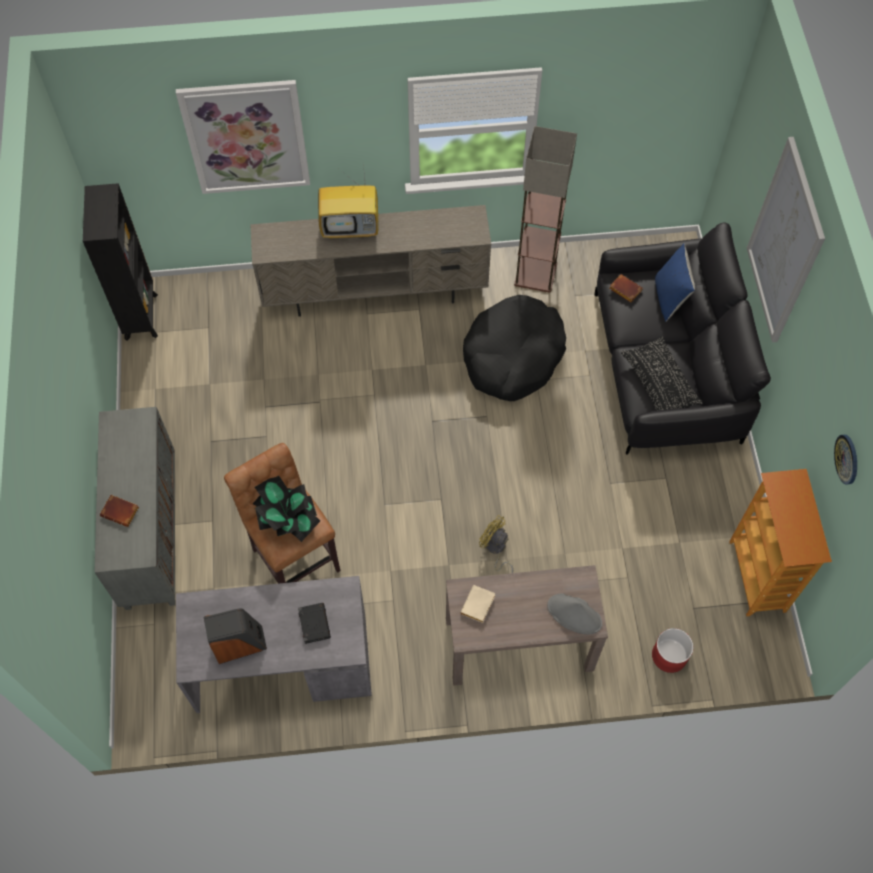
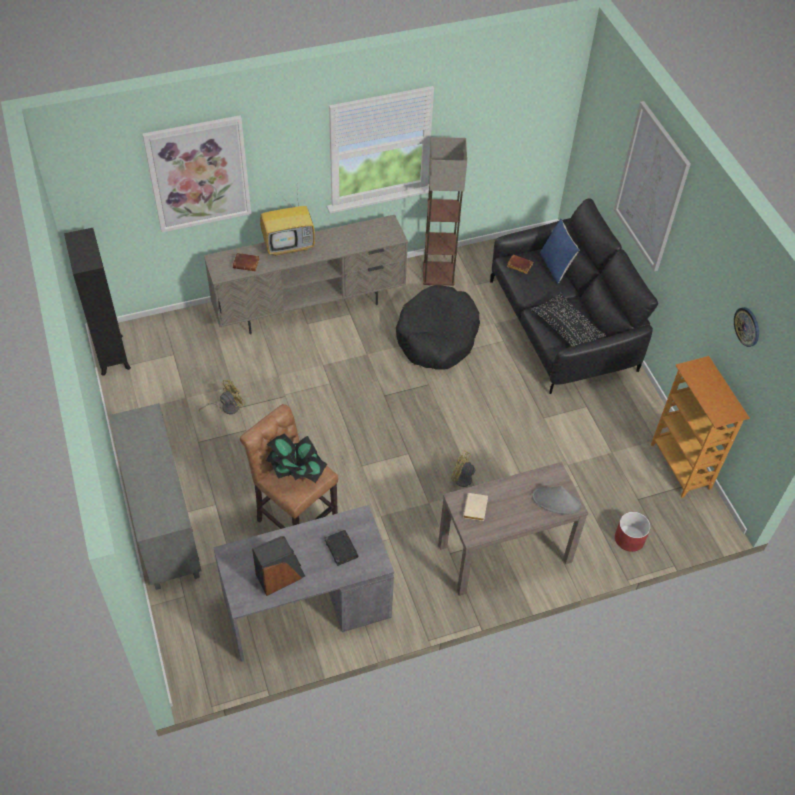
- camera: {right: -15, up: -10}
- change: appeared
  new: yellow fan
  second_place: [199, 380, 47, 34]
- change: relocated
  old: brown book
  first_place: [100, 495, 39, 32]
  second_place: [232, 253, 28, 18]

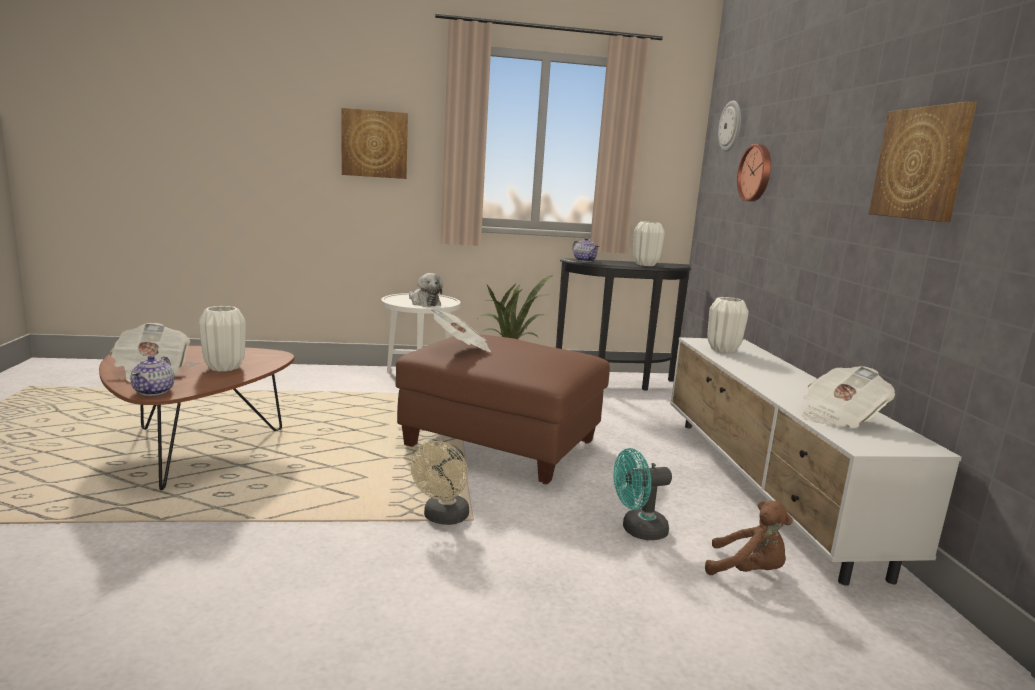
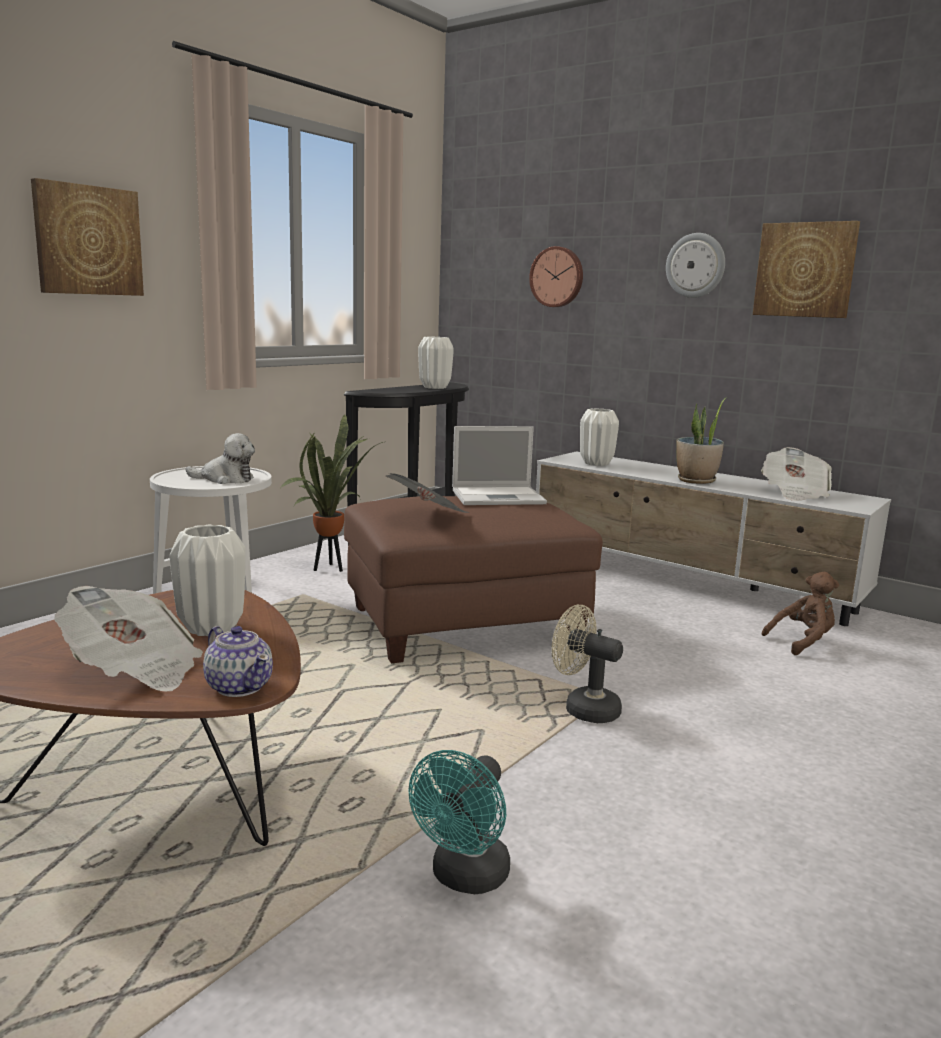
- camera: {right: -45, up: 0}
- change: missing
  old: teapot
  first_place: [572, 238, 28, 24]
- change: appeared
  new: laptop
  second_place: [452, 426, 95, 79]
- change: appeared
  new: potted plant
  second_place: [676, 397, 51, 87]
- change: relocated
  old: turquoise fan
  first_place: [613, 448, 59, 92]
  second_place: [409, 750, 101, 144]
- change: relocated
  old: wall clock
  first_place: [718, 101, 23, 51]
  second_place: [666, 233, 59, 65]
- change: spun
  old: beige fan
  first_place: [411, 441, 58, 84]
  second_place: [551, 605, 72, 118]
  degrees: 150

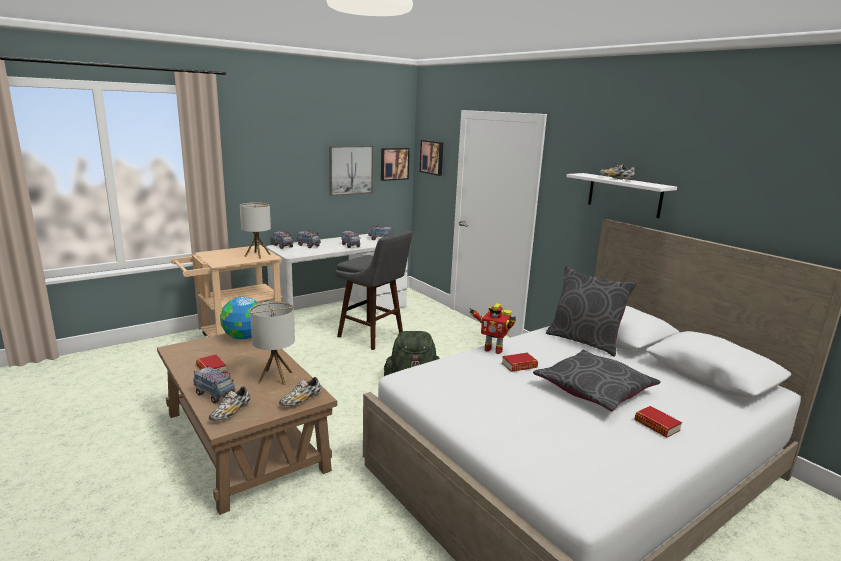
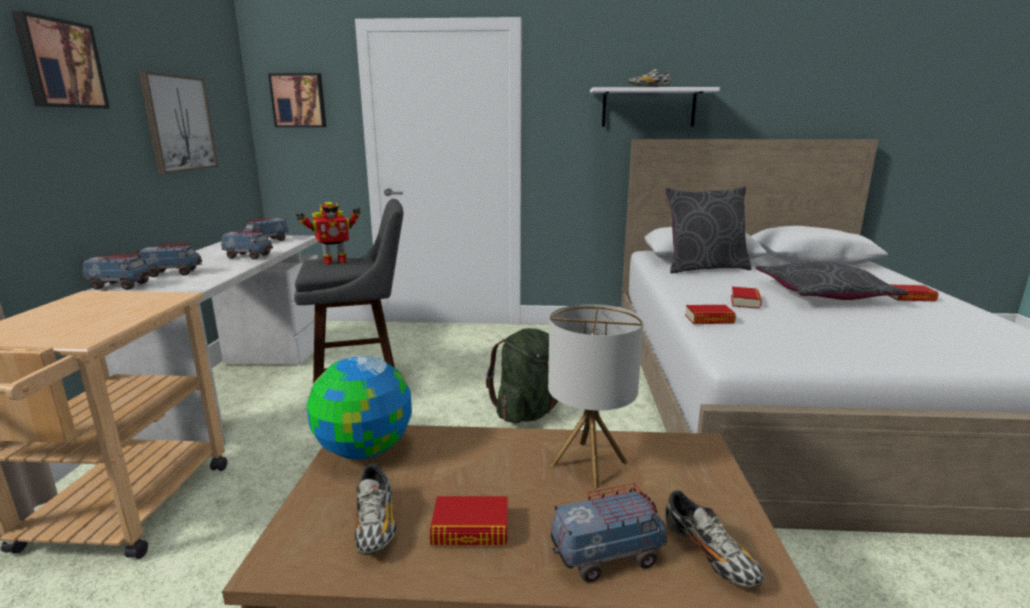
- camera: {right: -50, up: 0}
- change: missing
  old: table lamp
  first_place: [240, 203, 31, 56]
- change: appeared
  new: book
  second_place: [685, 305, 51, 19]
- change: relocated
  old: shoe
  first_place: [279, 377, 42, 29]
  second_place: [355, 464, 41, 91]
- change: relocated
  old: picture
  first_place: [381, 148, 29, 33]
  second_place: [11, 11, 99, 98]
- change: relocated
  old: toy robot
  first_place: [469, 303, 47, 51]
  second_place: [296, 202, 65, 63]

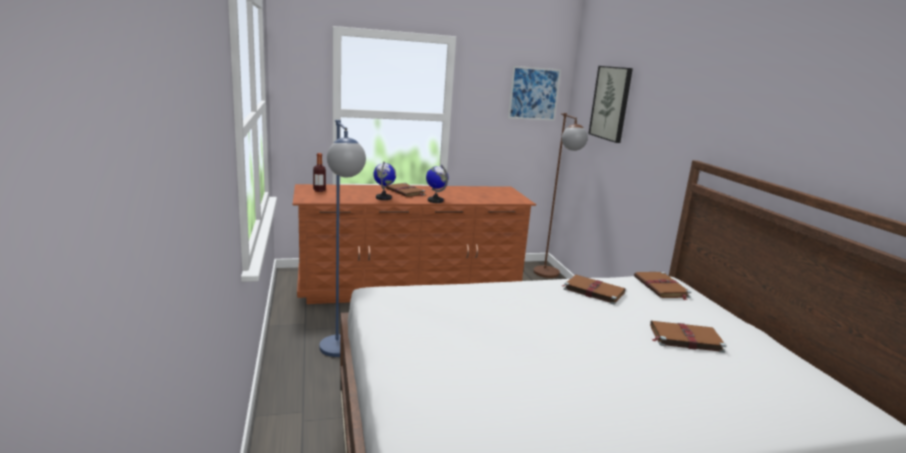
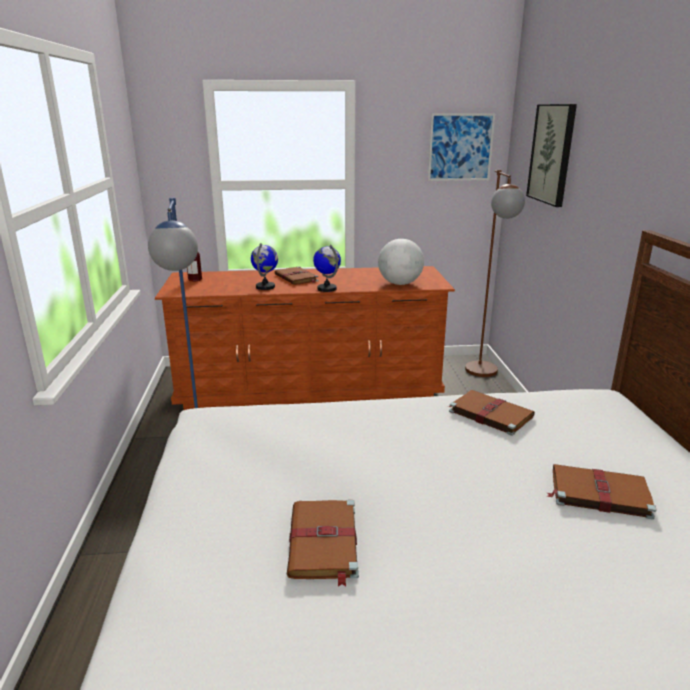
- camera: {right: 10, up: 5}
- change: appeared
  new: globe
  second_place: [378, 239, 46, 46]
- change: relocated
  old: brown book
  first_place: [634, 272, 57, 28]
  second_place: [287, 500, 72, 87]

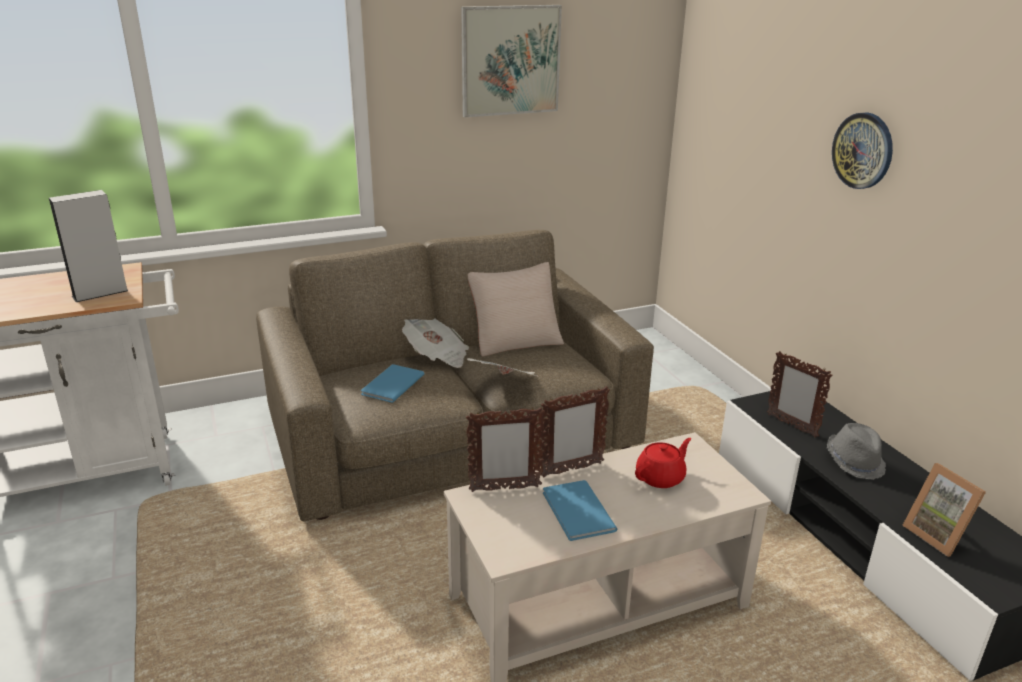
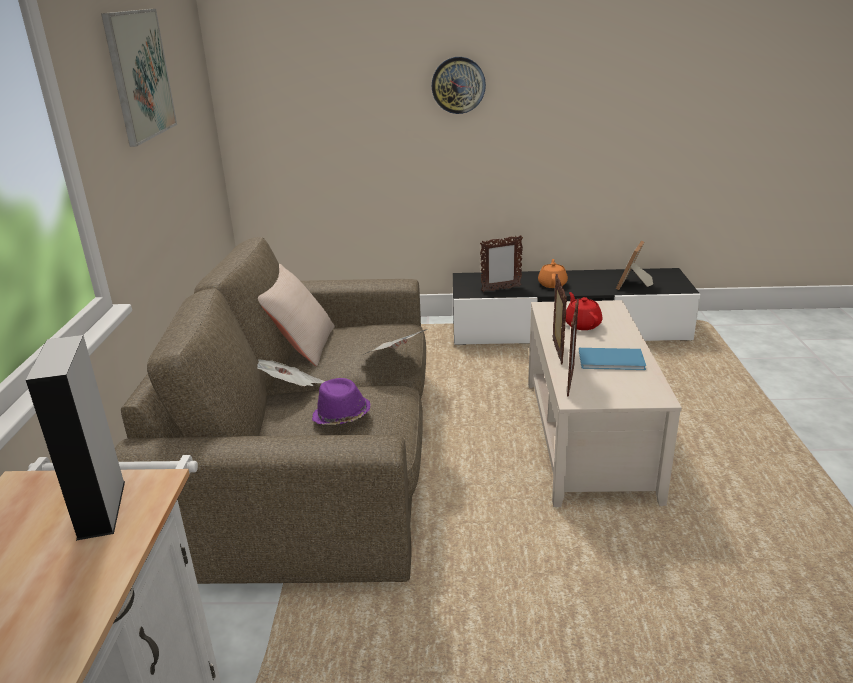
- camera: {right: -65, up: 0}
- change: exchanged
  old: blue book
  new: purple hat
  first_place: [361, 364, 64, 39]
  second_place: [312, 378, 59, 47]
- change: exchanged
  old: grey hat
  new: orange teapot
  first_place: [827, 423, 59, 57]
  second_place: [538, 259, 30, 29]
- change: spun
  old: picture frame
  first_place: [902, 463, 84, 94]
  second_place: [616, 241, 37, 49]
  degrees: 120

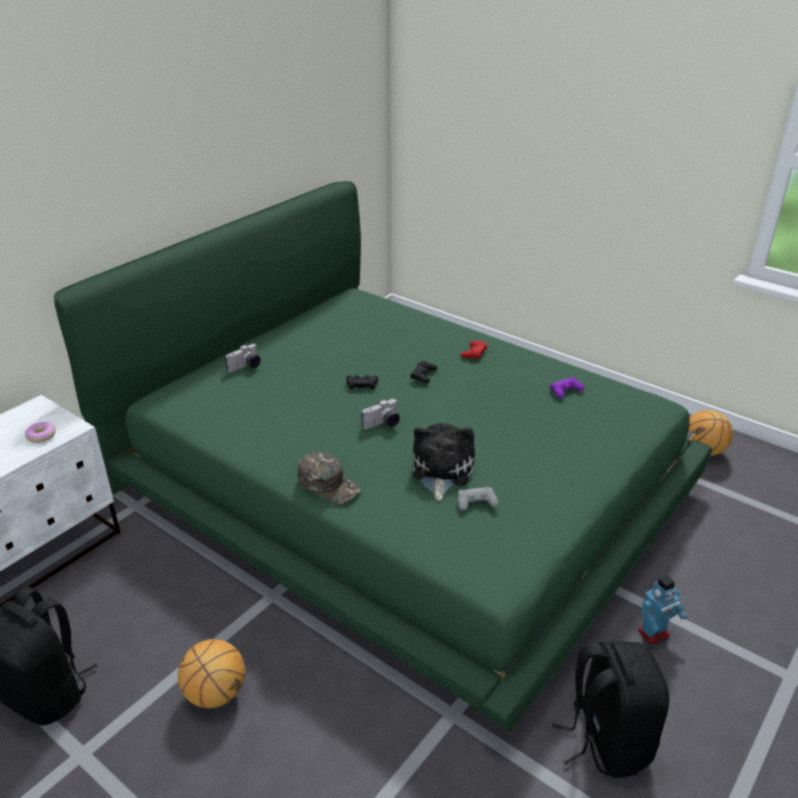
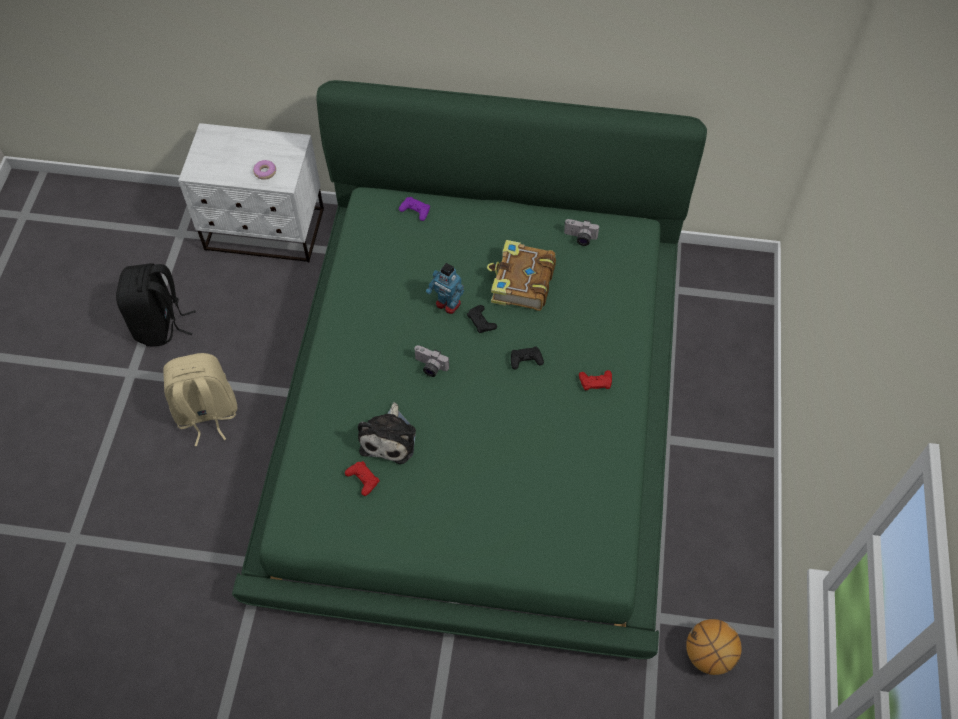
- camera: {right: 60, up: 25}
- change: missing
  old: green cap
  first_place: [298, 452, 62, 53]
- change: missing
  old: black backpack
  first_place: [552, 641, 117, 137]
- change: appeared
  new: book
  second_place: [487, 240, 69, 71]
- change: relocated
  old: photo camera
  first_place: [225, 344, 36, 28]
  second_place: [564, 219, 35, 27]
- change: relocated
  old: purple game controller
  first_place: [550, 377, 34, 21]
  second_place: [399, 197, 31, 24]
- change: relocated
  old: toy robot
  first_place: [638, 575, 49, 69]
  second_place: [426, 263, 38, 51]
- change: exchanged
  old: basketball
  new: beige backpack
  first_place: [178, 639, 67, 69]
  second_place: [163, 353, 74, 93]
- change: colour
  old: grey game controller
  new: red game controller
  first_place: [458, 487, 41, 24]
  second_place: [345, 461, 35, 35]
- change: spun
  old: plush toy
  first_place: [413, 423, 62, 78]
  second_place: [358, 402, 58, 62]
  degrees: 120

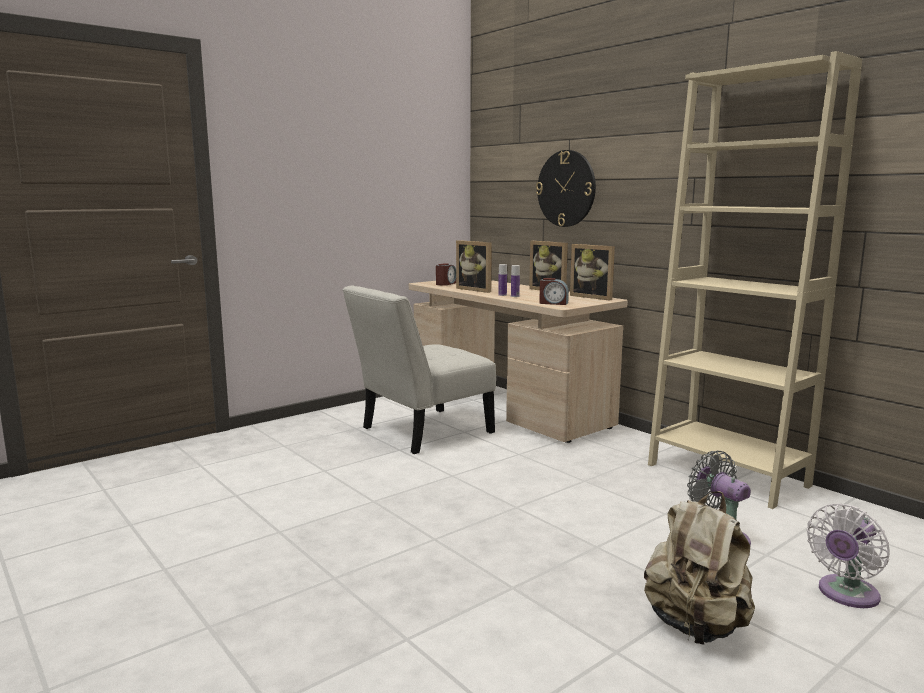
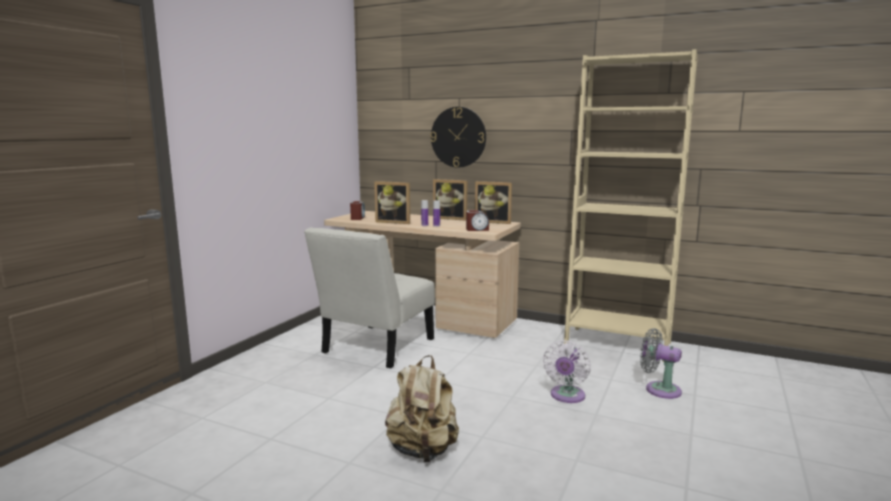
- camera: {right: -25, up: 0}
- change: relocated
  old: beige backpack
  first_place: [644, 491, 111, 154]
  second_place: [385, 355, 74, 107]
- change: relocated
  old: white fan
  first_place: [807, 504, 83, 104]
  second_place: [543, 341, 48, 62]

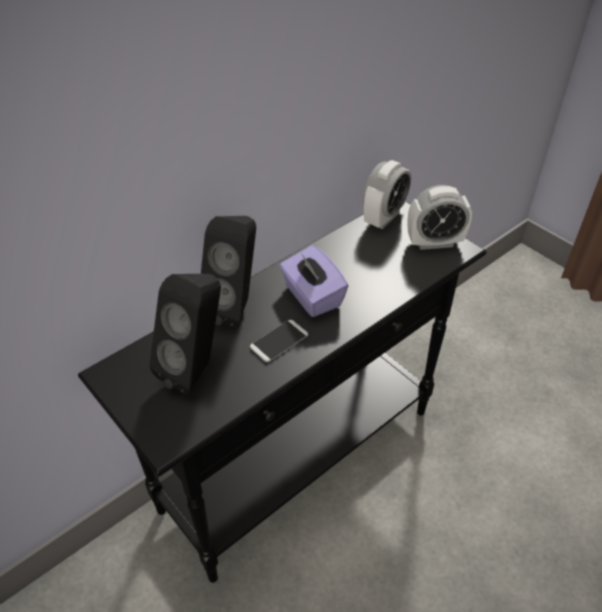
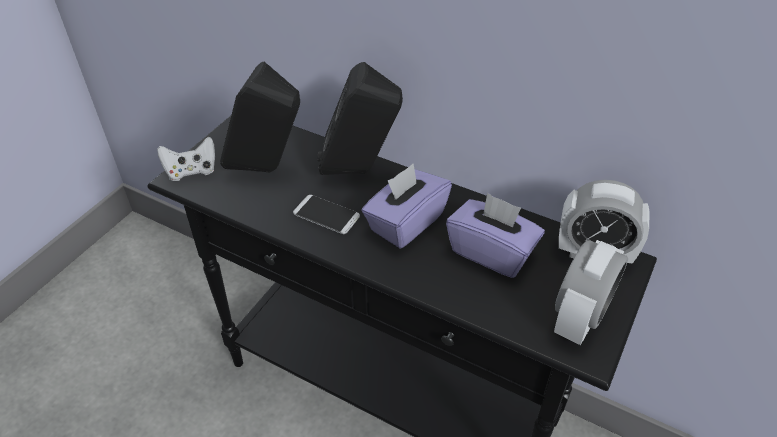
- camera: {right: 70, up: 0}
- change: appeared
  new: white game controller
  second_place: [157, 137, 58, 44]
- change: appeared
  new: purple tissue box
  second_place: [446, 192, 99, 86]
- change: spun
  old: alarm clock
  first_place: [407, 185, 65, 65]
  second_place: [554, 240, 74, 105]
  degrees: -120

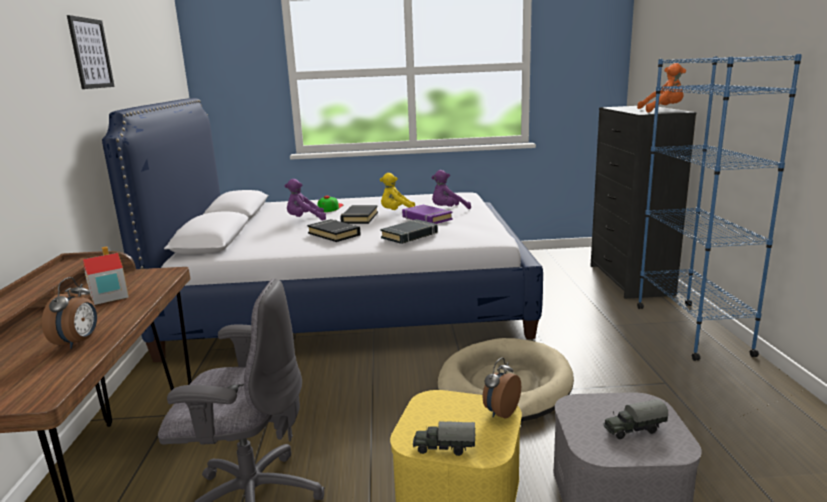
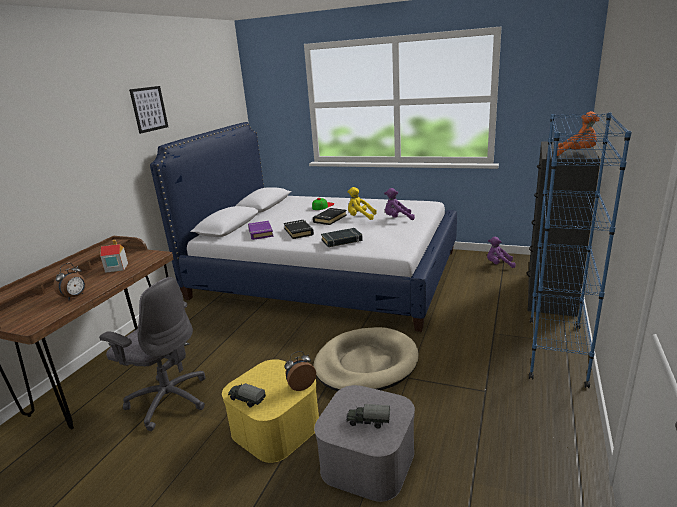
- camera: {right: 25, up: 5}
- change: relocated
  old: purple plush toy
  first_place: [284, 179, 42, 41]
  second_place: [487, 237, 29, 31]
- change: relocated
  old: purple book
  first_place: [402, 205, 51, 19]
  second_place: [248, 221, 26, 19]

